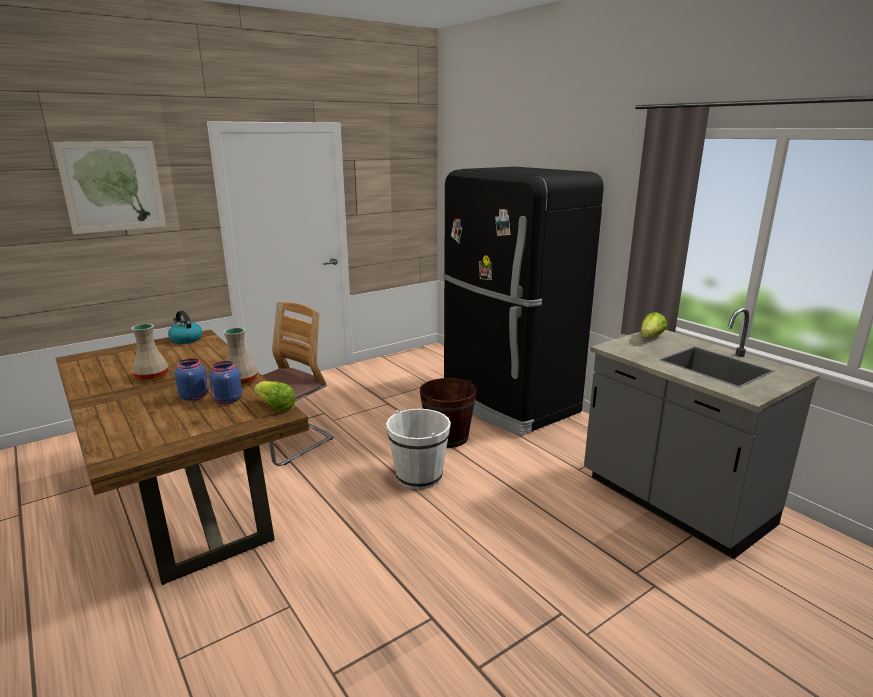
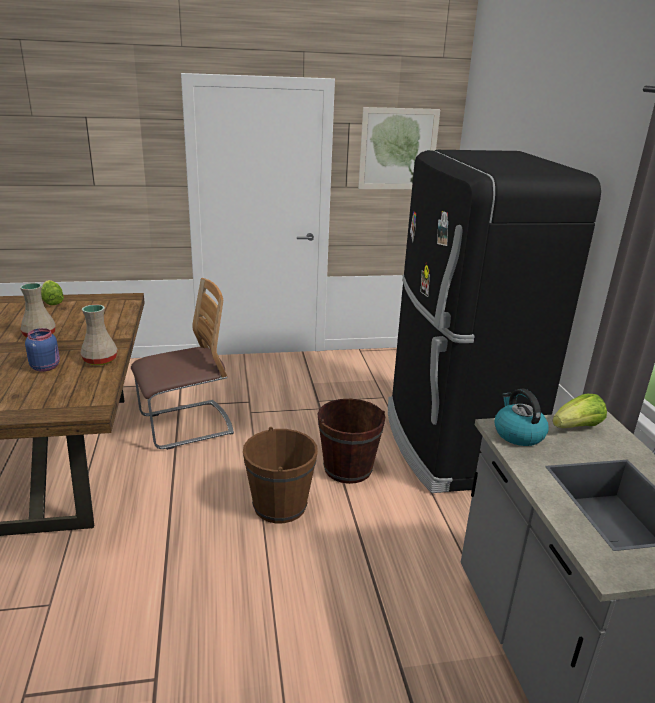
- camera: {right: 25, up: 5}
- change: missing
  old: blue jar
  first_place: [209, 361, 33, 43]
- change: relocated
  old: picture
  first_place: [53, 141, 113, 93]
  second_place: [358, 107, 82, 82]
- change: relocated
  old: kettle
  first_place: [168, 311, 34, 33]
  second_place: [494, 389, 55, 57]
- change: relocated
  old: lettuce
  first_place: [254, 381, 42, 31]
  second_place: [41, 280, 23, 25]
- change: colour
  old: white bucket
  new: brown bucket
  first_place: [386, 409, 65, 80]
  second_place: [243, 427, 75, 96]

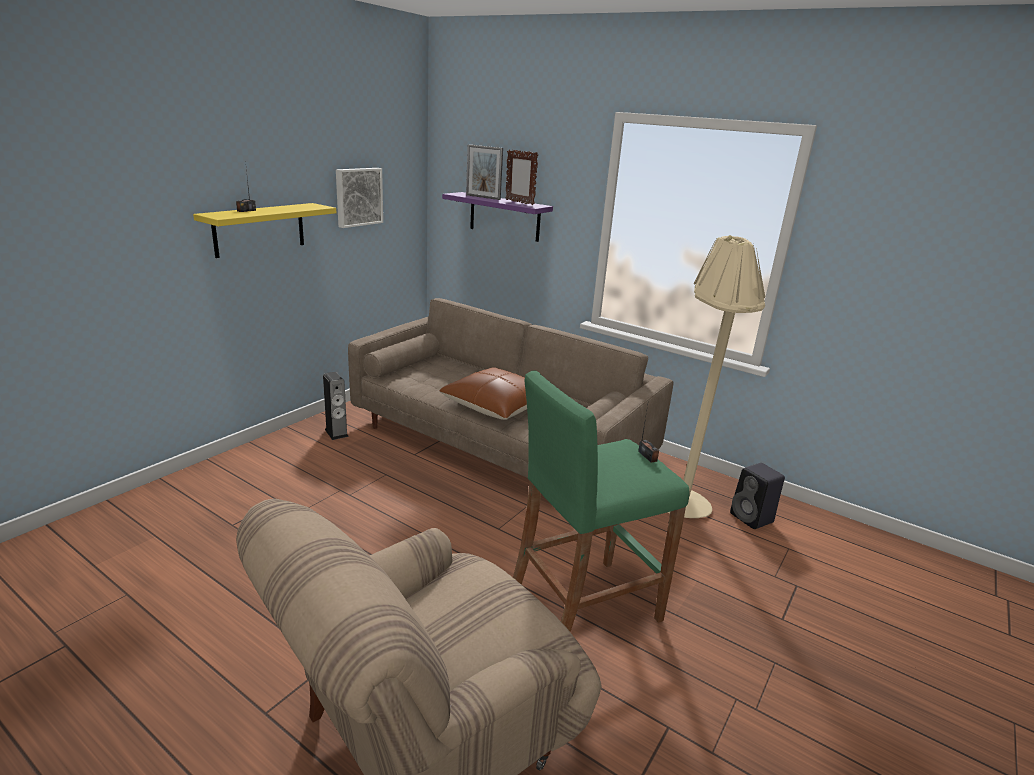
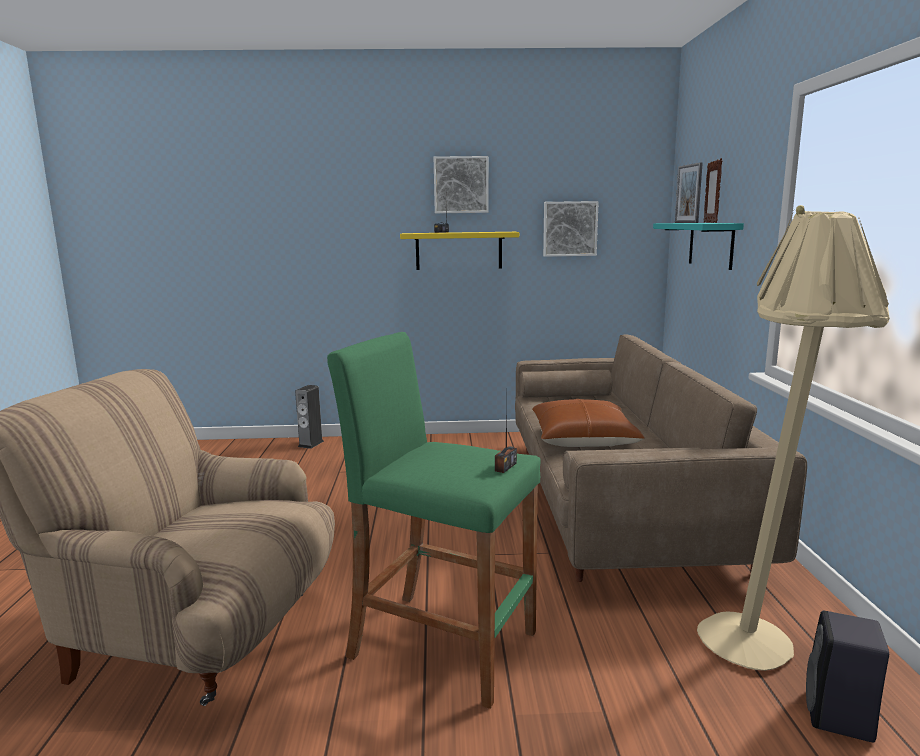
- camera: {right: 55, up: -10}
- change: appeared
  new: picture
  second_place: [434, 156, 55, 57]
- change: relocated
  old: speaker
  first_place: [323, 372, 26, 68]
  second_place: [295, 385, 29, 64]
- change: colour
  old: purple shelf
  new: turquoise shelf
  first_place: [442, 192, 111, 50]
  second_place: [653, 223, 91, 47]

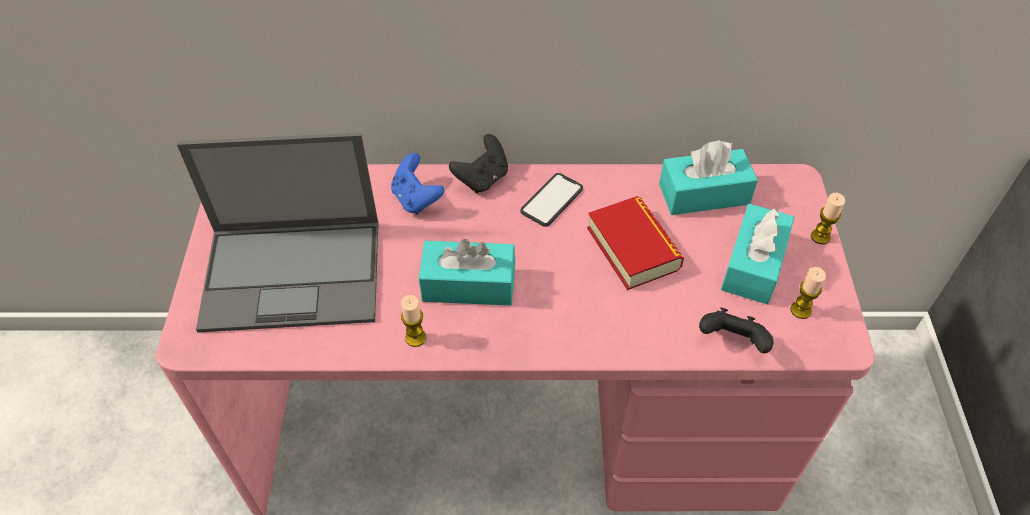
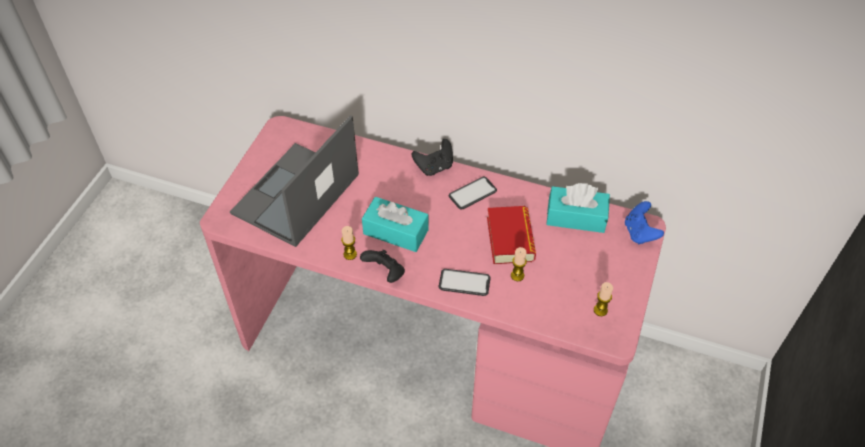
- camera: {right: 20, up: 0}
- change: missing
  old: turquoise tissue box
  first_place: [721, 204, 74, 100]
- change: appeared
  new: phone
  second_place: [438, 269, 53, 27]
- change: relocated
  old: blue game controller
  first_place: [391, 153, 53, 61]
  second_place: [625, 201, 39, 43]
- change: relocated
  old: black game controller
  first_place: [699, 307, 74, 46]
  second_place: [360, 250, 45, 33]
- change: relocated
  old: candle
  first_place: [811, 193, 34, 51]
  second_place: [511, 247, 16, 34]
- change: spun
  old: laptop
  first_place: [177, 132, 202, 201]
  second_place: [230, 115, 129, 132]
  degrees: 105

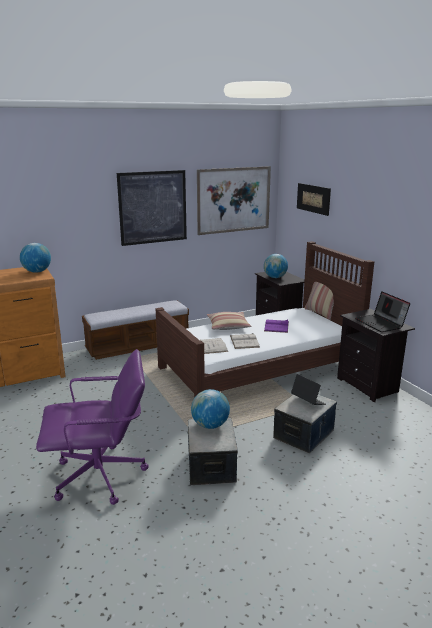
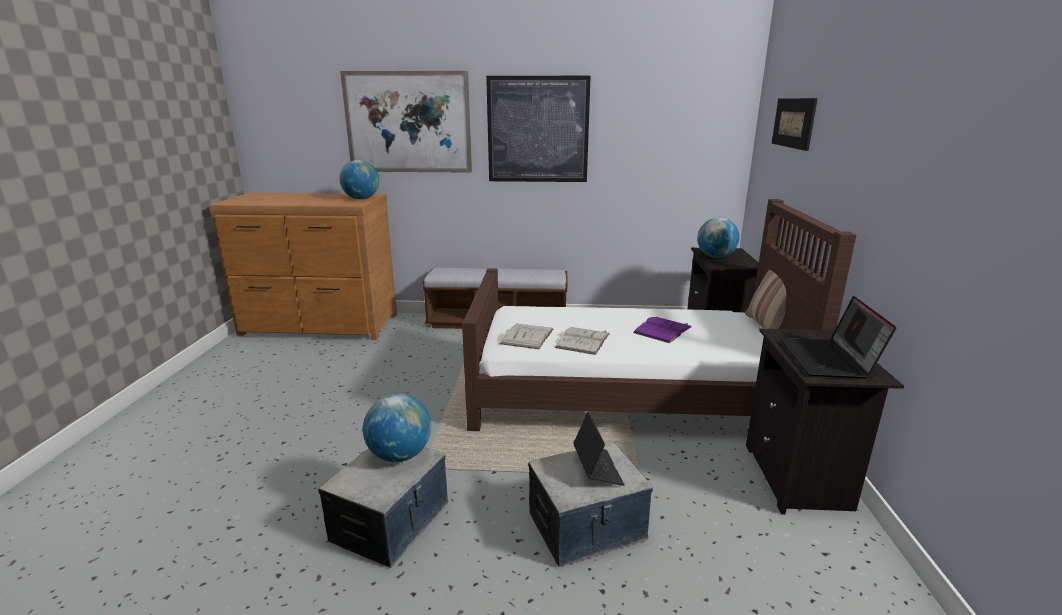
- camera: {right: 30, up: 0}
- change: missing
  old: purple office chair
  first_place: [36, 349, 113, 156]
- change: missing
  old: pillow
  first_place: [207, 312, 44, 18]
- change: relocated
  old: picture
  first_place: [197, 166, 74, 69]
  second_place: [340, 71, 132, 102]

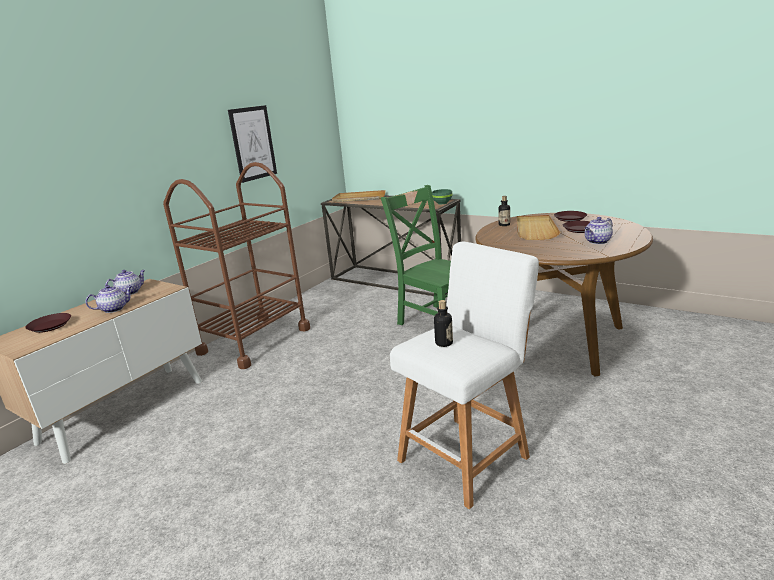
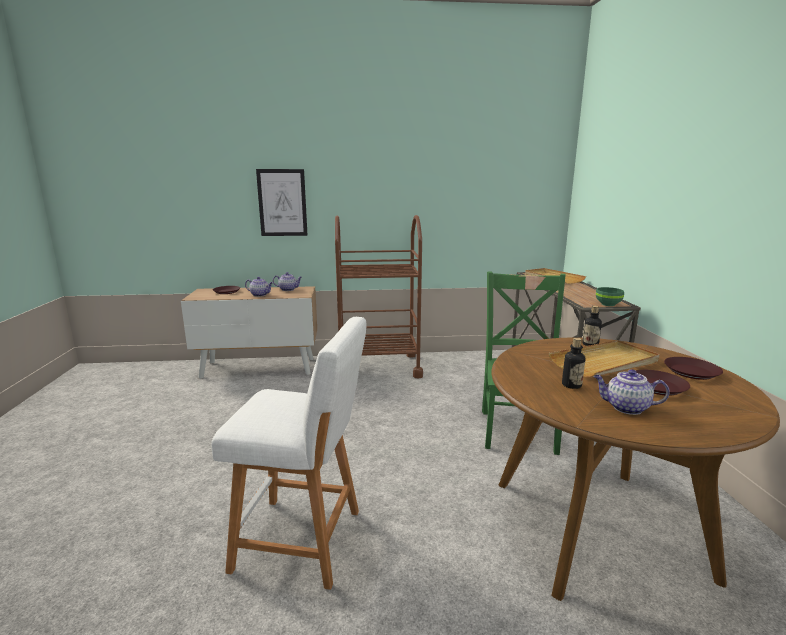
- camera: {right: 50, up: -5}
- change: relocated
  old: picture
  first_place: [228, 105, 49, 78]
  second_place: [256, 169, 51, 67]
- change: relocated
  old: bottle
  first_place: [434, 300, 19, 47]
  second_place: [562, 338, 23, 51]

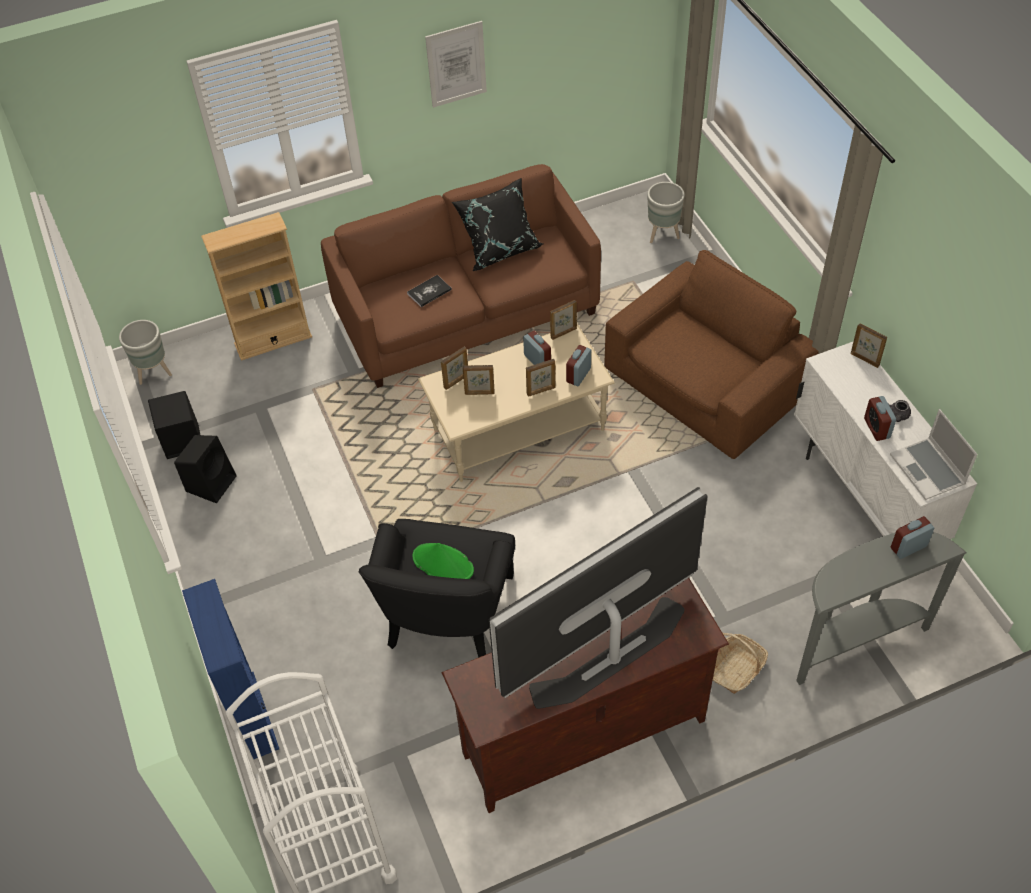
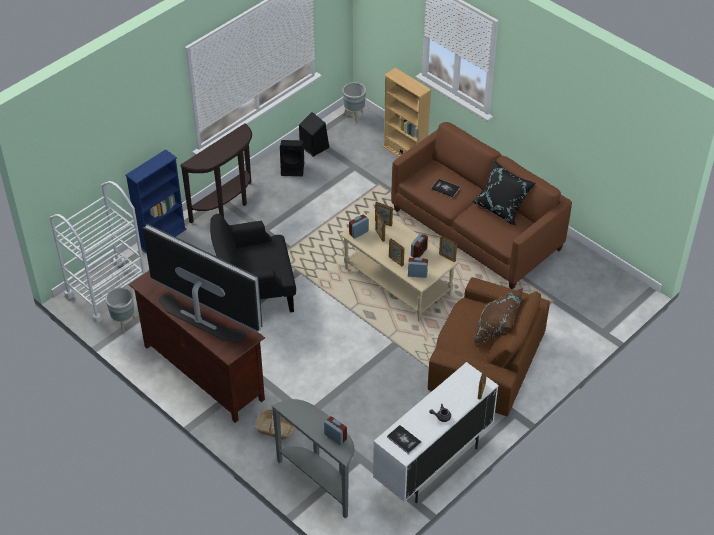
- camera: {right: 65, up: -5}
- change: missing
  old: green hat
  first_place: [413, 543, 61, 36]
- change: missing
  old: picture
  first_place: [425, 21, 62, 87]
- change: appeared
  new: brown console table
  second_place: [180, 123, 72, 100]
- change: appeared
  new: brown pillow
  second_place: [474, 288, 49, 60]
- change: relocated
  old: grey planter
  first_place: [647, 182, 38, 61]
  second_place: [105, 287, 31, 47]
- change: relocated
  old: alarm clock
  first_place: [864, 396, 32, 45]
  second_place: [349, 214, 20, 25]
- change: exchanged
  old: laptop
  new: book
  first_place: [890, 409, 88, 91]
  second_place: [387, 425, 35, 29]

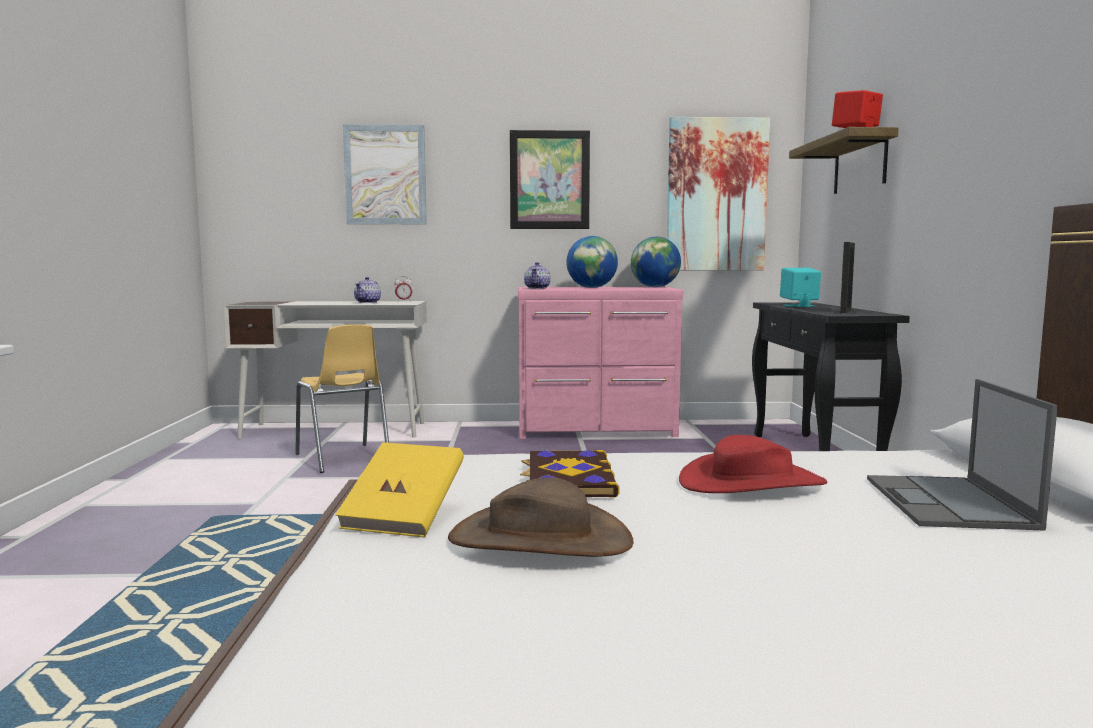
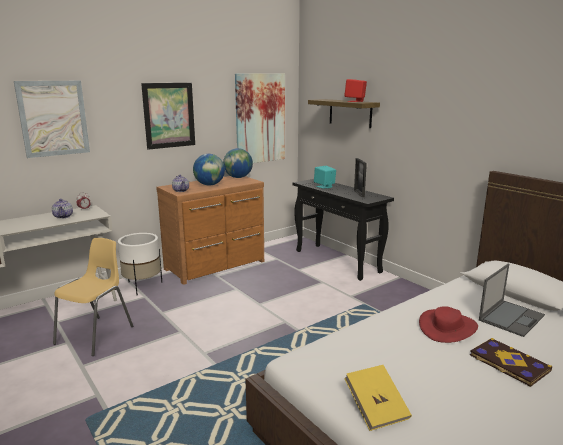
- camera: {right: -35, up: 10}
- change: missing
  old: brown hat
  first_place: [448, 478, 186, 79]
- change: appeared
  new: white planter
  second_place: [118, 233, 44, 62]
- change: relocated
  old: book
  first_place: [520, 450, 100, 47]
  second_place: [470, 338, 82, 49]
- change: colour
  old: pink dresser
  new: brown dresser
  first_place: [518, 287, 165, 152]
  second_place: [156, 176, 108, 109]
- change: spun
  old: yellow chair
  first_place: [295, 324, 94, 149]
  second_place: [53, 238, 80, 118]
  degrees: -90
- change: spun
  old: laptop
  first_place: [867, 379, 191, 151]
  second_place: [479, 264, 66, 73]
  degrees: -105

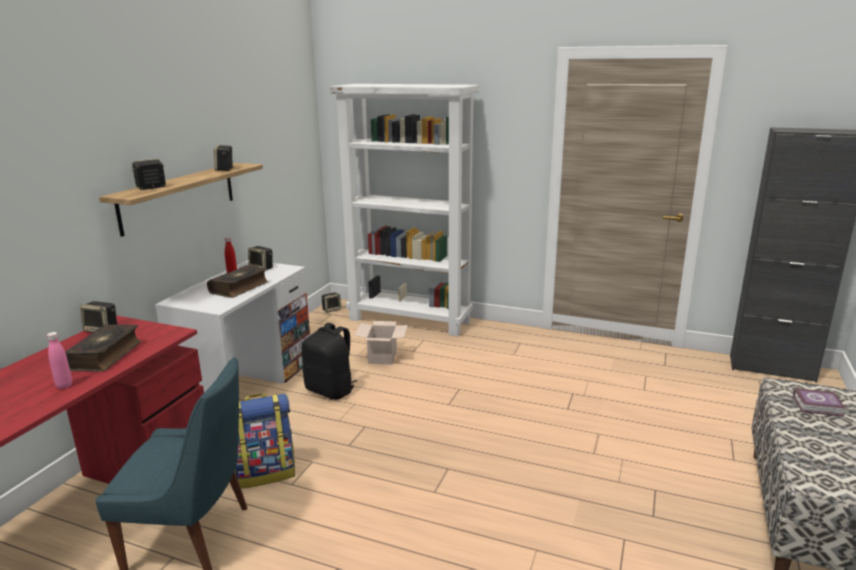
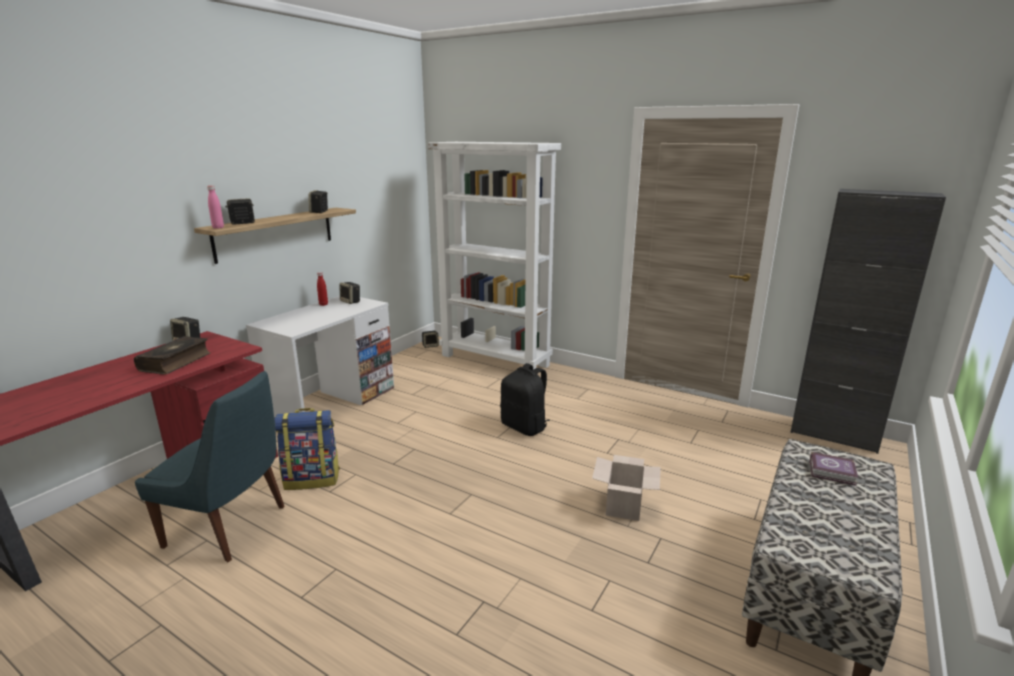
- camera: {right: 10, up: 0}
- change: missing
  old: book
  first_place: [207, 265, 61, 33]
- change: relocated
  old: pink bottle
  first_place: [47, 332, 25, 57]
  second_place: [207, 186, 17, 43]
- change: relocated
  old: black backpack
  first_place: [301, 323, 56, 77]
  second_place: [500, 363, 50, 73]
- change: relocated
  old: cardboard box
  first_place: [355, 321, 53, 44]
  second_place: [592, 455, 69, 66]

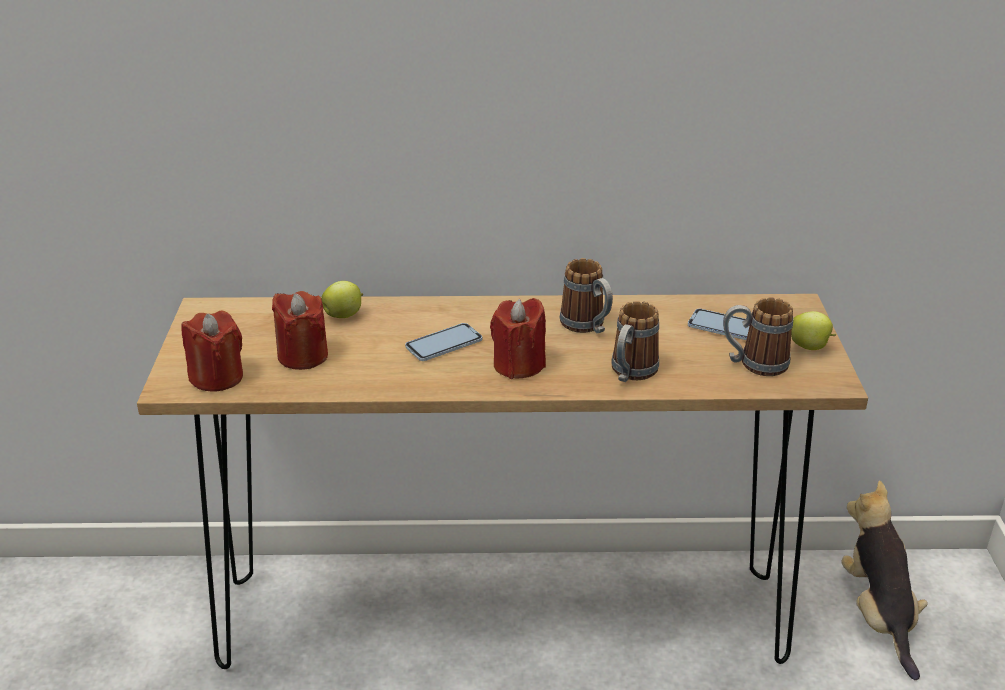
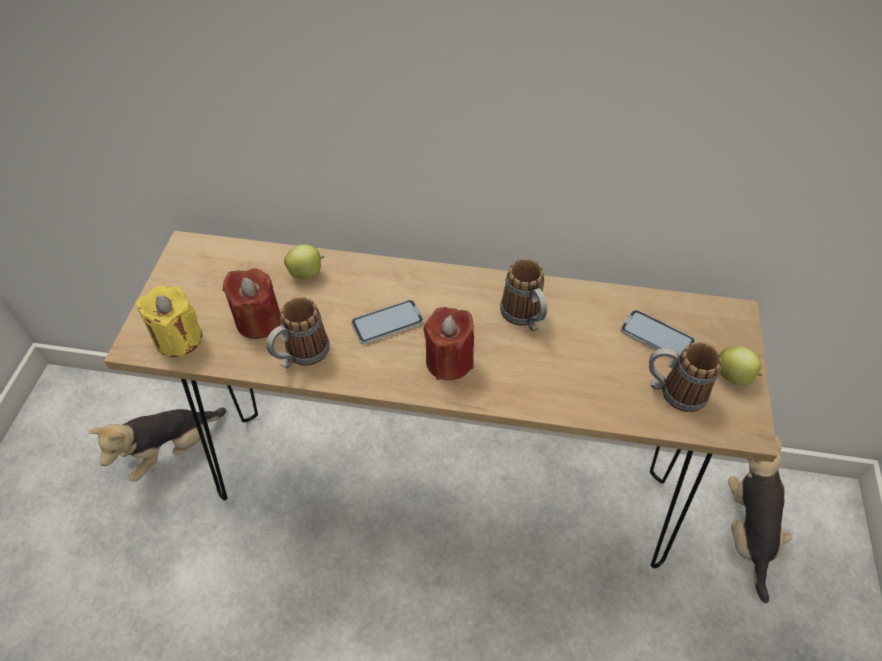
- camera: {right: 10, up: 20}
- change: appeared
  new: plush toy
  second_place: [88, 407, 139, 74]
- change: relocated
  old: mug
  first_place: [611, 301, 48, 81]
  second_place: [266, 297, 64, 72]
- change: colour
  old: red candle
  new: yellow candle
  first_place: [181, 310, 62, 82]
  second_place: [136, 286, 66, 71]

